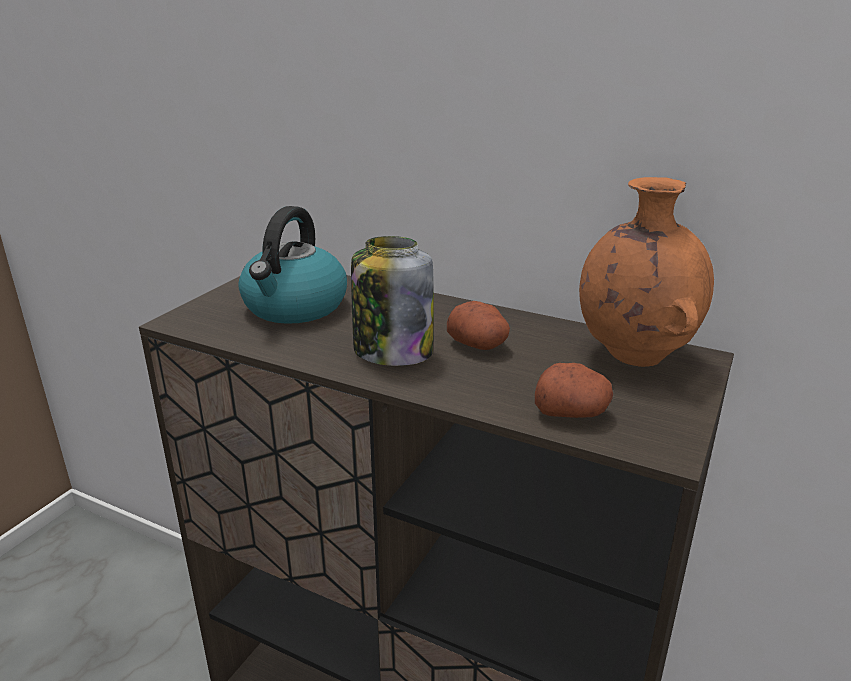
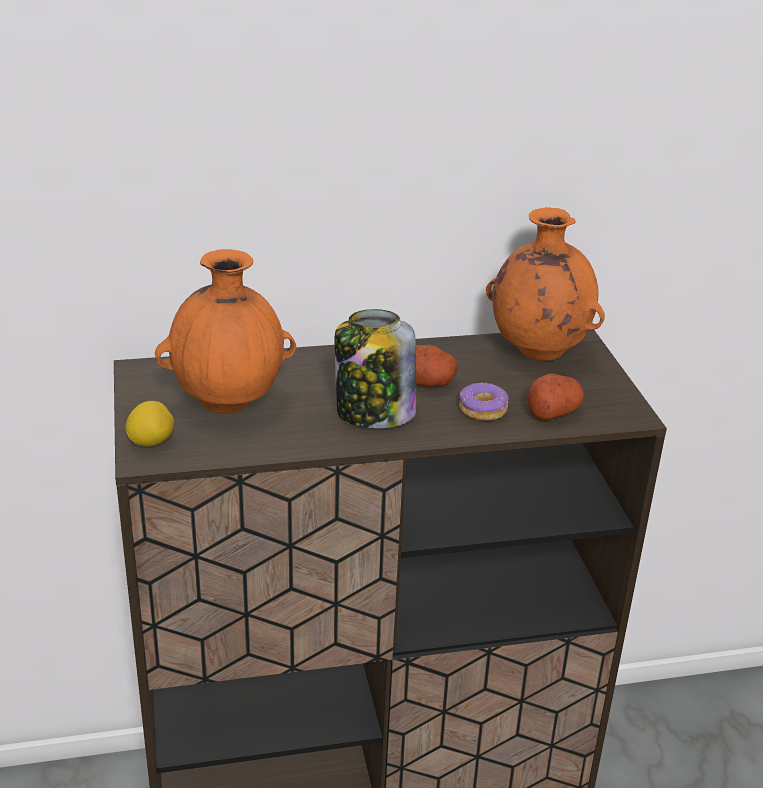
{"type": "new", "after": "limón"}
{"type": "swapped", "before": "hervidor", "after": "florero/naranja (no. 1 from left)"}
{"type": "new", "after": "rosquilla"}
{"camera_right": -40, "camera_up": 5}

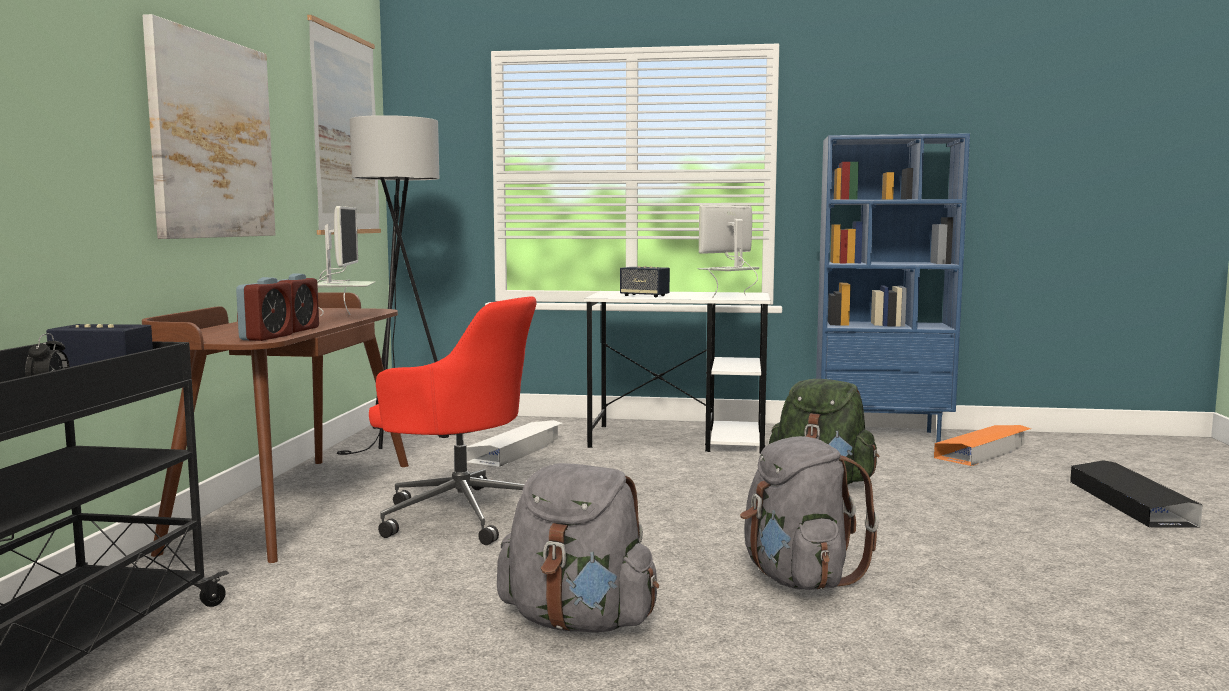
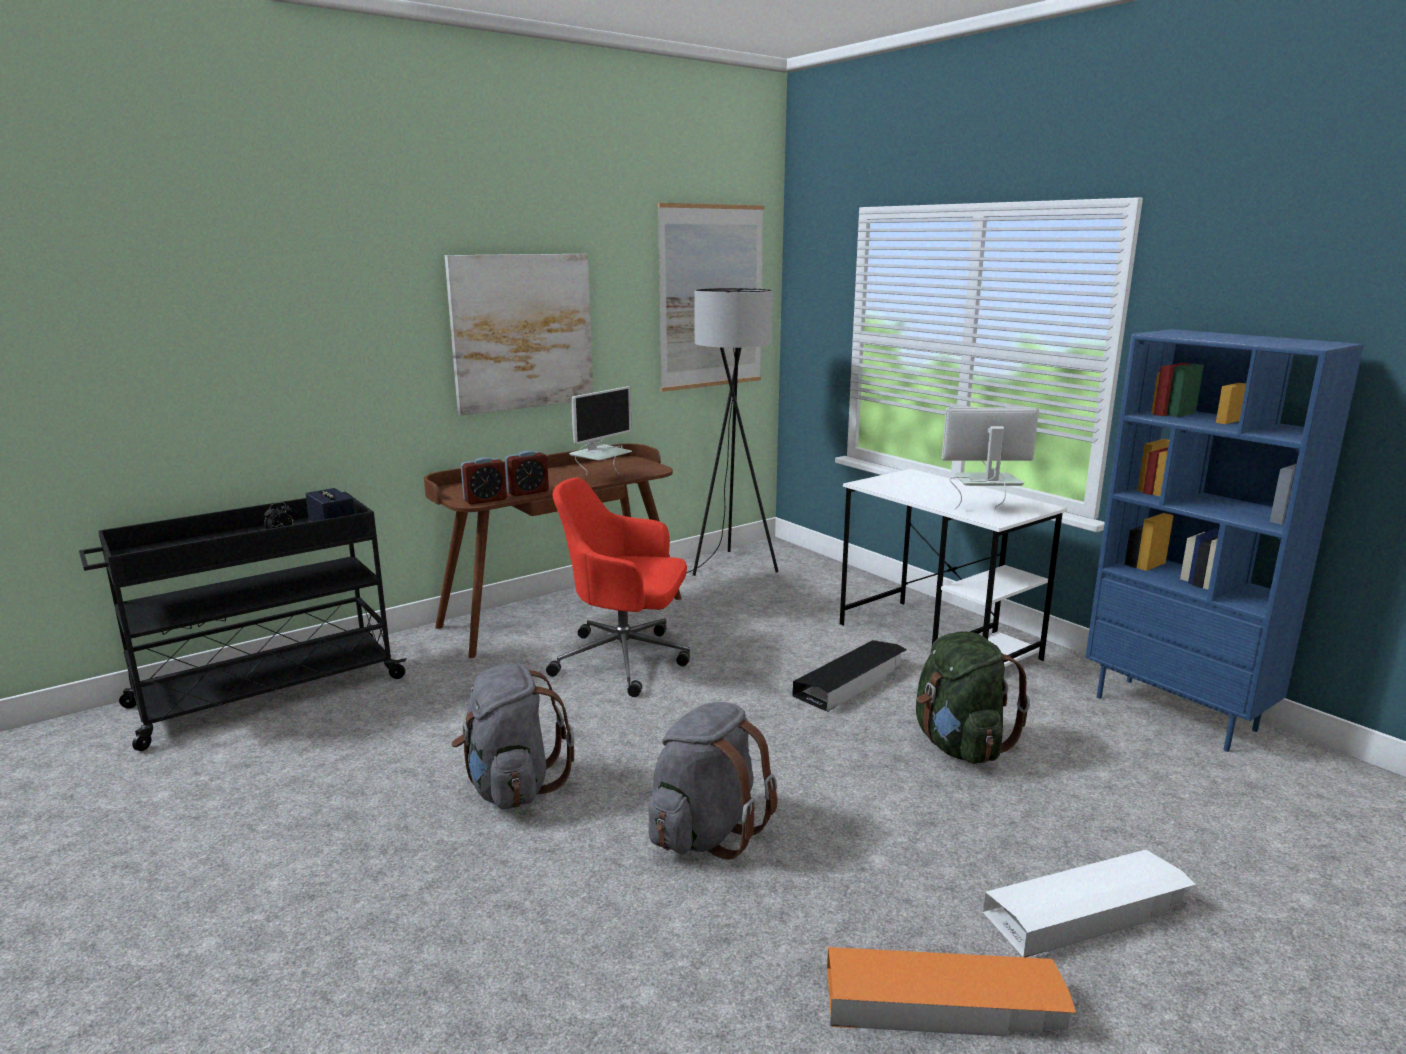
{"type": "rotated", "before": "silla de oficina/rojo", "turn": 120}
{"type": "shifted", "before": "caja de almacenaje/negro"}
{"type": "shifted", "before": "caja de almacenaje/naranja"}
{"type": "shifted", "before": "caja de almacenaje/blanco"}
{"type": "gone", "before": "altavoz (no. 2 from left)"}
{"camera_right": 45, "camera_up": 10}

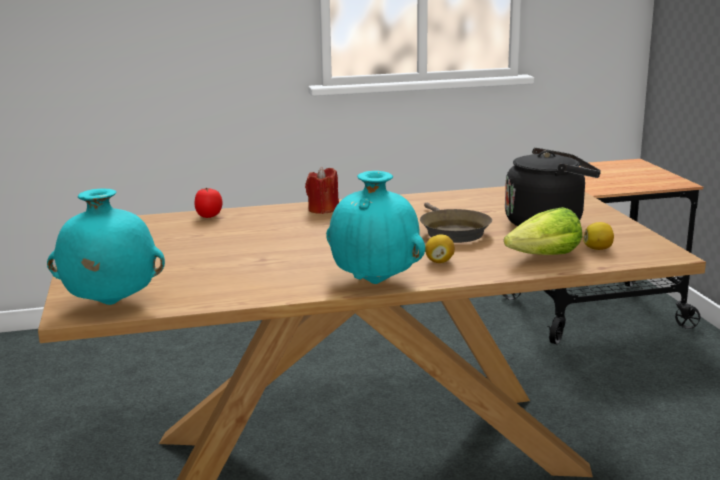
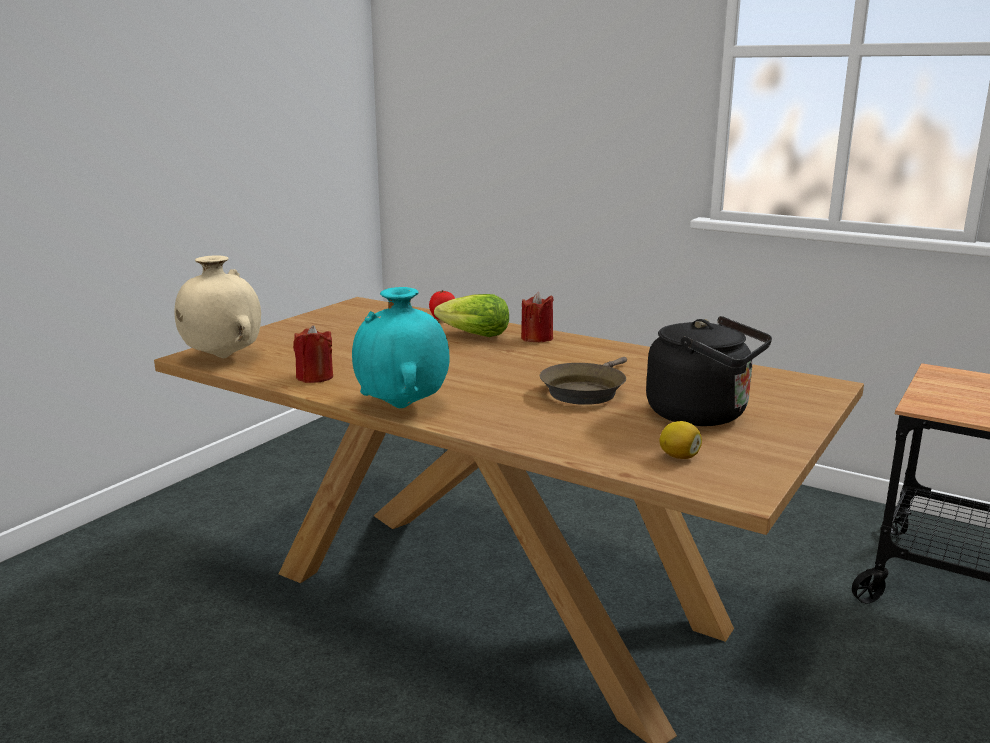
{"type": "repainted", "before": "florero/turquesa (no. 1 from left)", "after": "florero/beis"}
{"type": "new", "after": "vela/rojo (no. 1 from left)"}
{"type": "shifted", "before": "lechuga"}
{"type": "gone", "before": "limón (no. 1 from left)"}
{"camera_right": 45, "camera_up": 0}

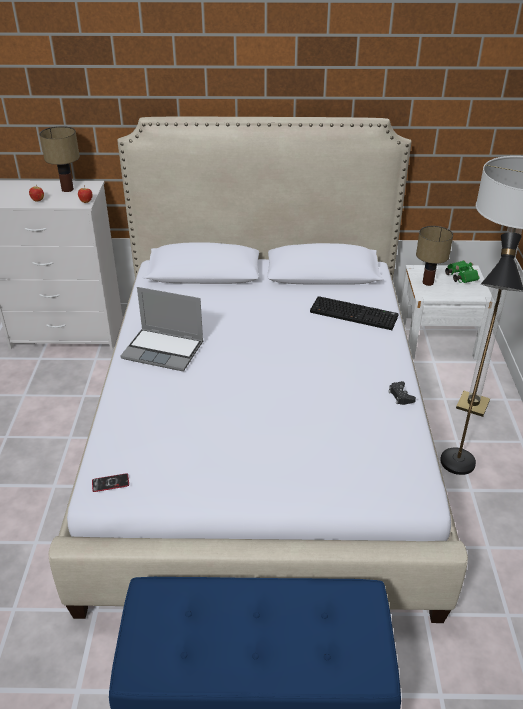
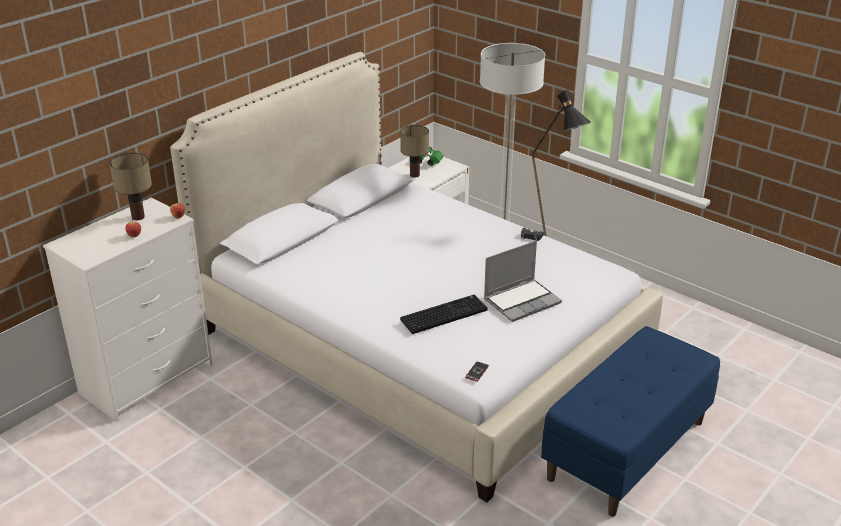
{"type": "shifted", "before": "teclado"}
{"type": "shifted", "before": "portátil"}
{"camera_right": -50, "camera_up": -5}

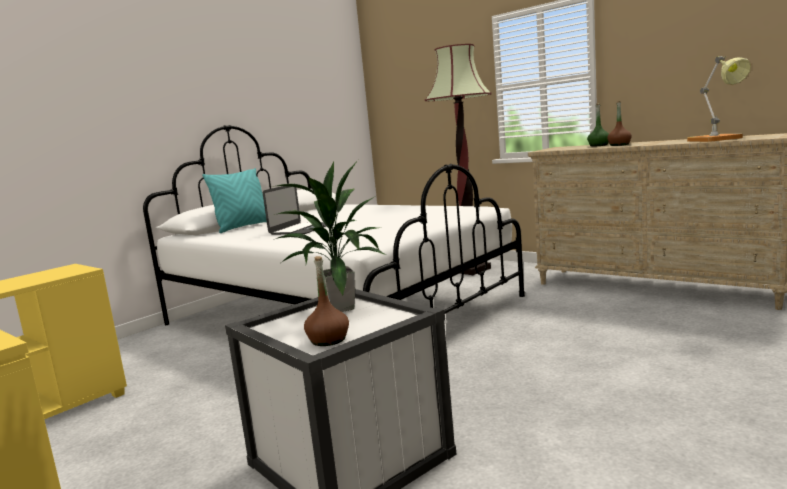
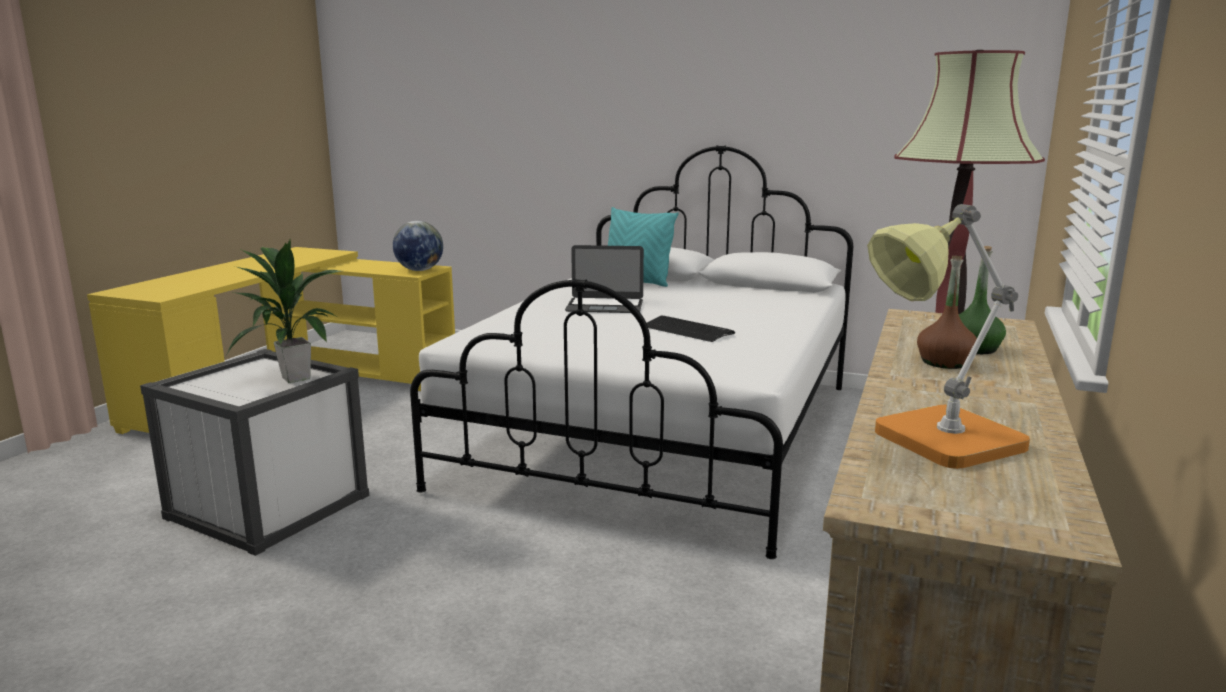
{"type": "new", "after": "globo terráqueo"}
{"type": "new", "after": "teclado"}
{"type": "gone", "before": "botella/marrón (no. 1 from left)"}
{"camera_right": 70, "camera_up": 5}

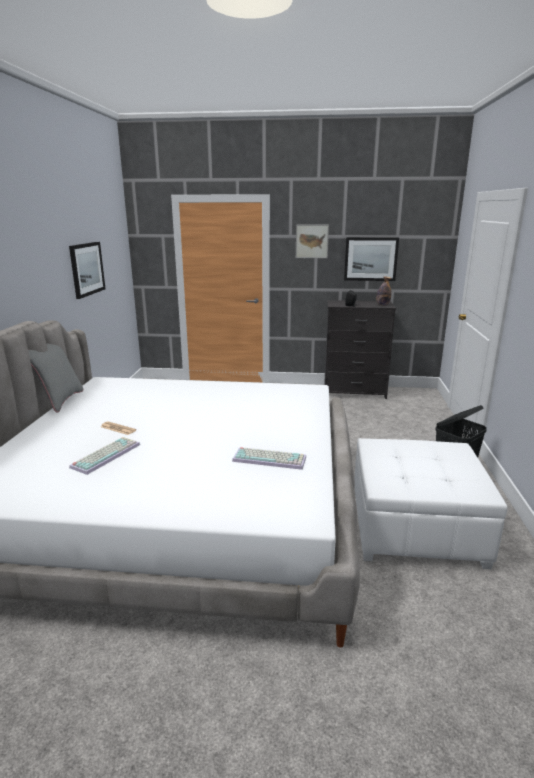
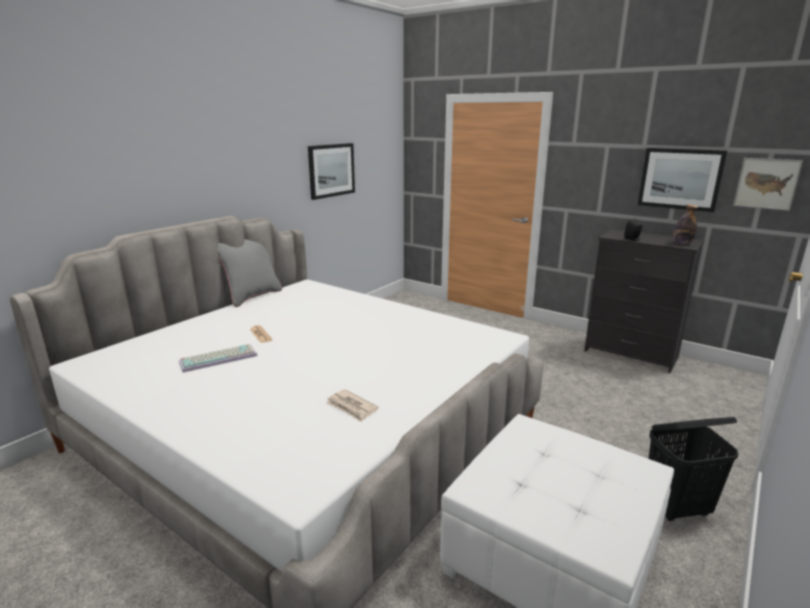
{"type": "swapped", "before": "teclado (no. 2 from left)", "after": "periódico (no. 2 from left)"}
{"type": "shifted", "before": "cuadro (no. 2 from left in the first image)", "after": "cuadro (no. 3 from left)"}
{"camera_right": 30, "camera_up": 0}

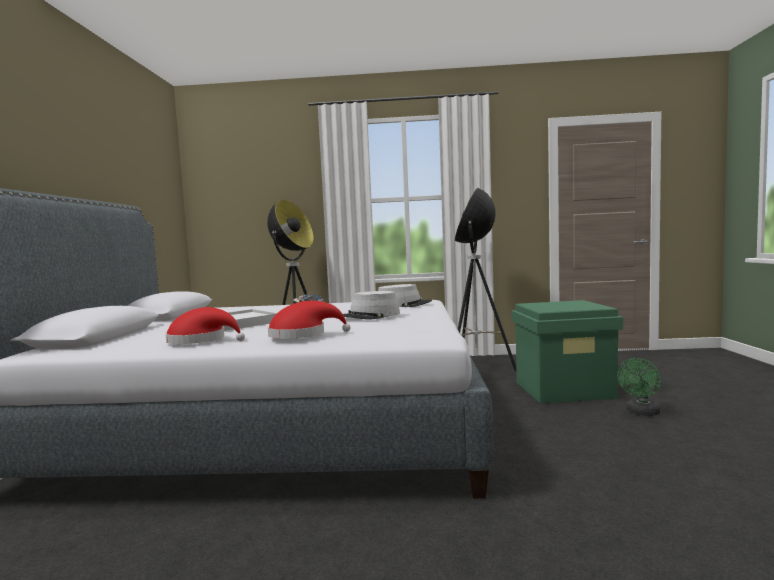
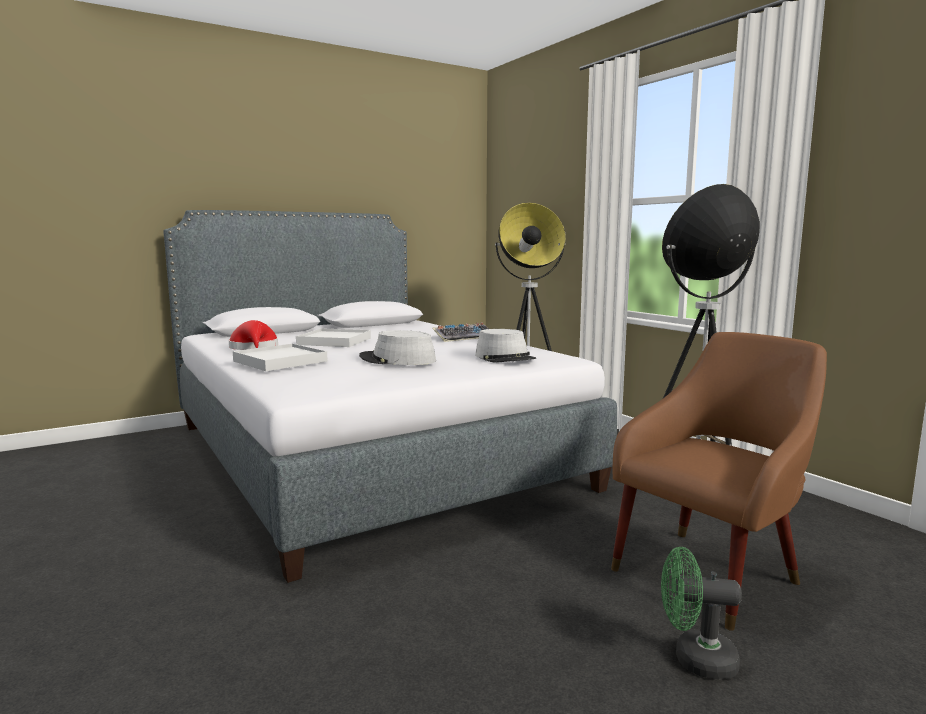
{"type": "swapped", "before": "sombrero/rojo (no. 2 from left)", "after": "bandeja/blanco (no. 1 from left)"}
{"type": "swapped", "before": "caja de almacenaje/verde", "after": "sillón/marrón"}
{"camera_right": 55, "camera_up": 5}

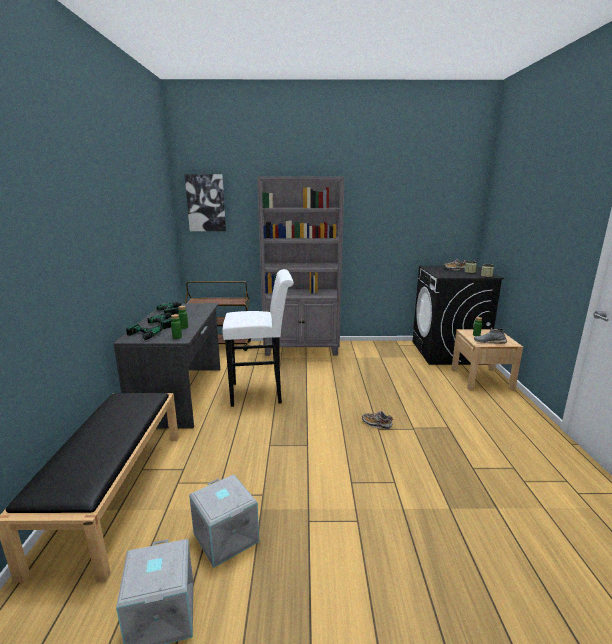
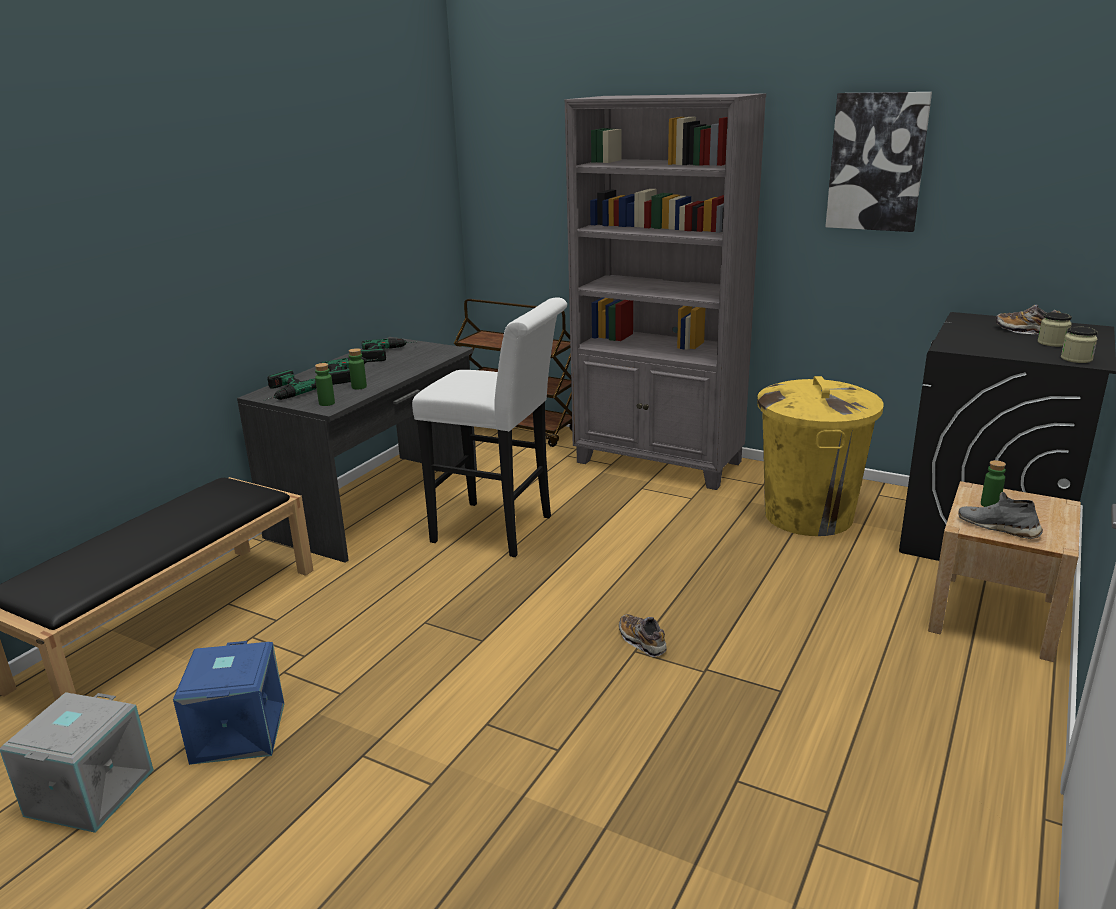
{"type": "repainted", "before": "caja de almacenaje/gris (no. 2 from left)", "after": "caja de almacenaje/azul"}
{"type": "new", "after": "papelera/amarillo"}
{"type": "shifted", "before": "cuadro"}
{"camera_right": 30, "camera_up": 5}

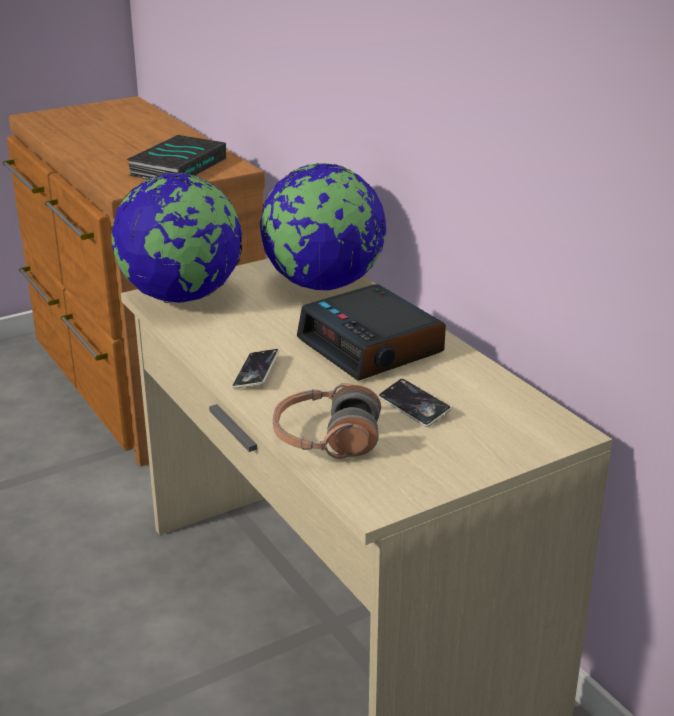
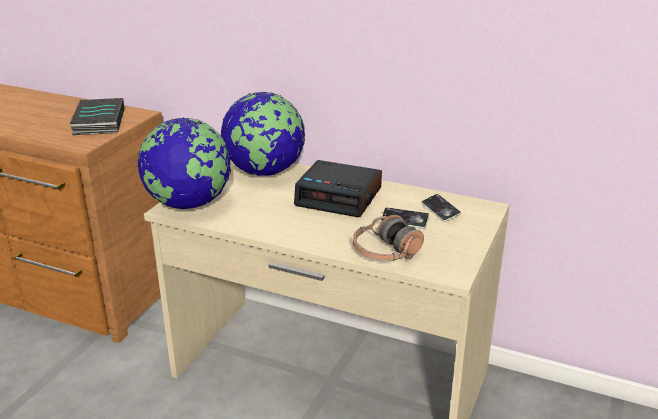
{"type": "shifted", "before": "móvil (no. 1 from left in the first image)", "after": "móvil (no. 2 from left)"}
{"camera_right": -35, "camera_up": 0}

